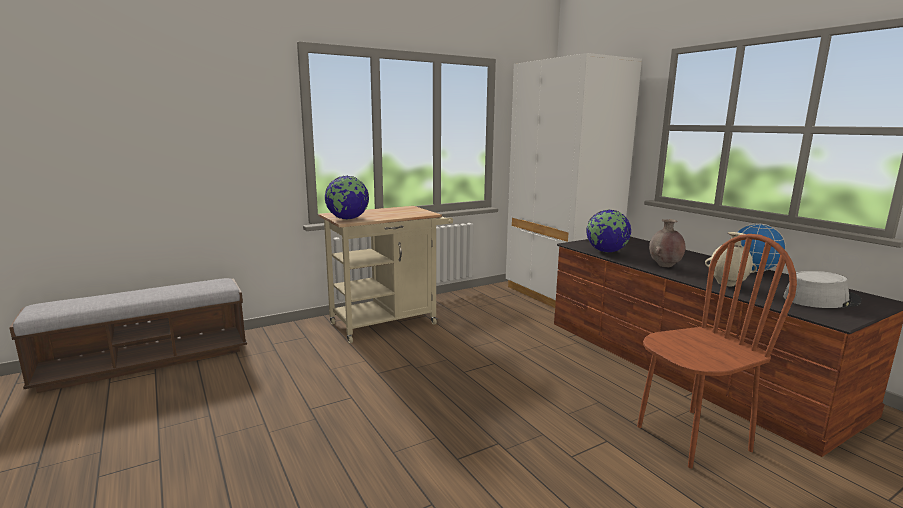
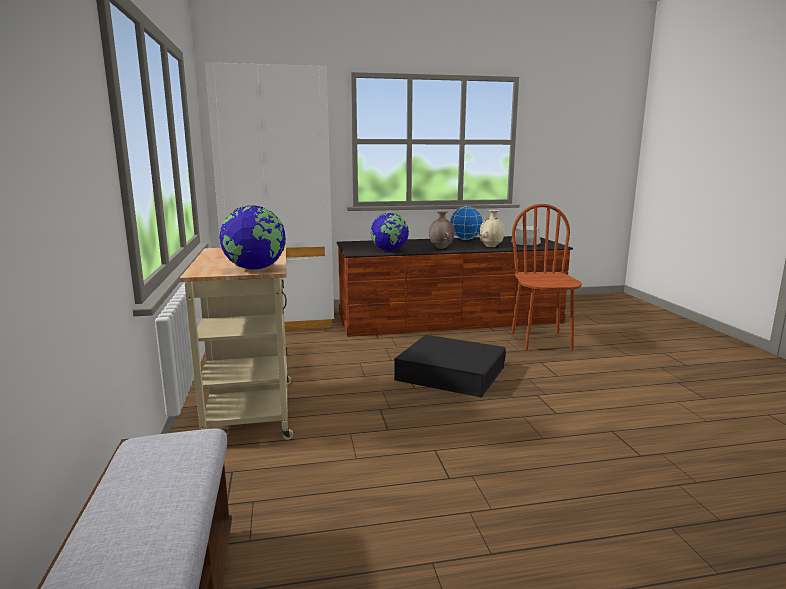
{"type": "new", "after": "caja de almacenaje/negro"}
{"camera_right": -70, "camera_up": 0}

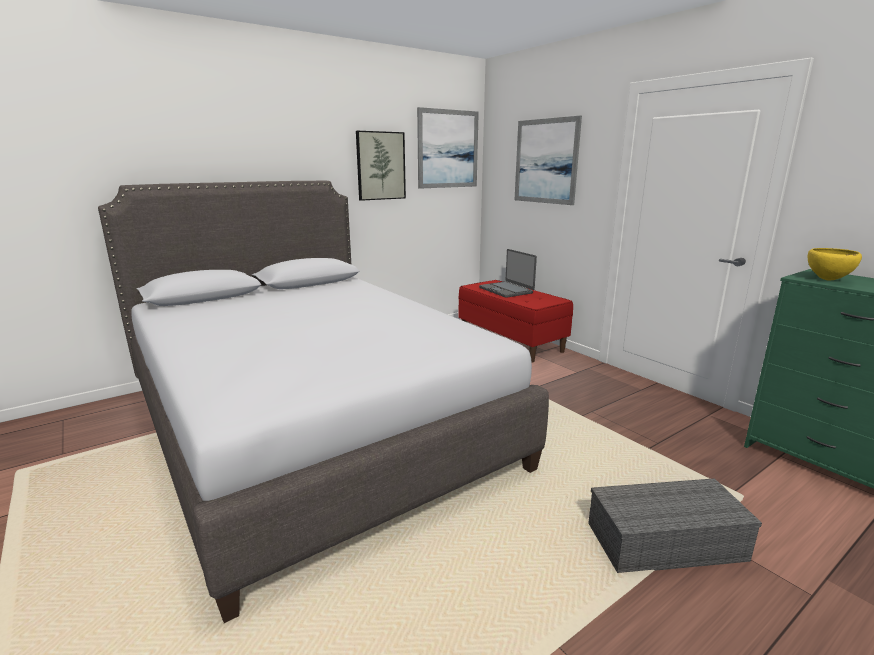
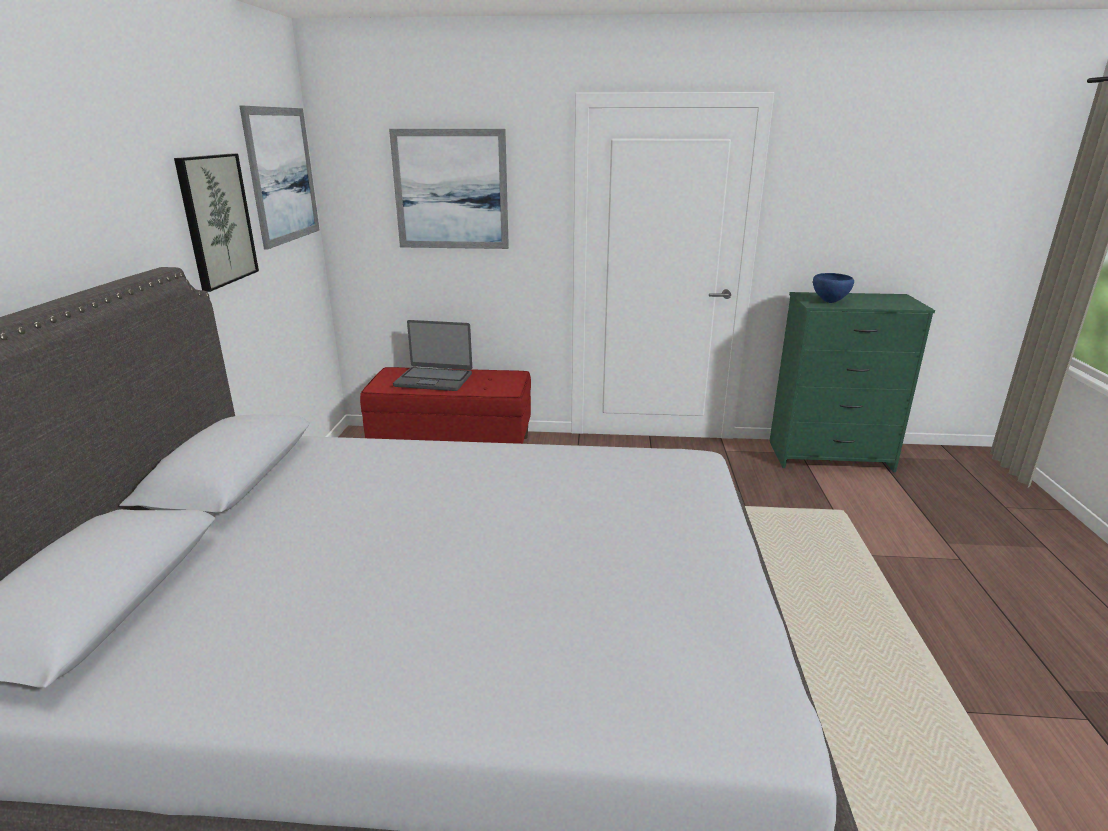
{"type": "repainted", "before": "cuenco/amarillo", "after": "cuenco/azul"}
{"type": "gone", "before": "caja de almacenaje/gris"}
{"camera_right": -50, "camera_up": 5}

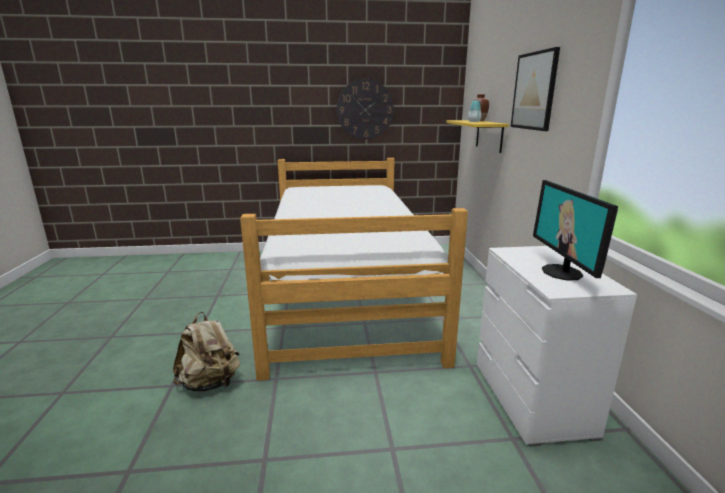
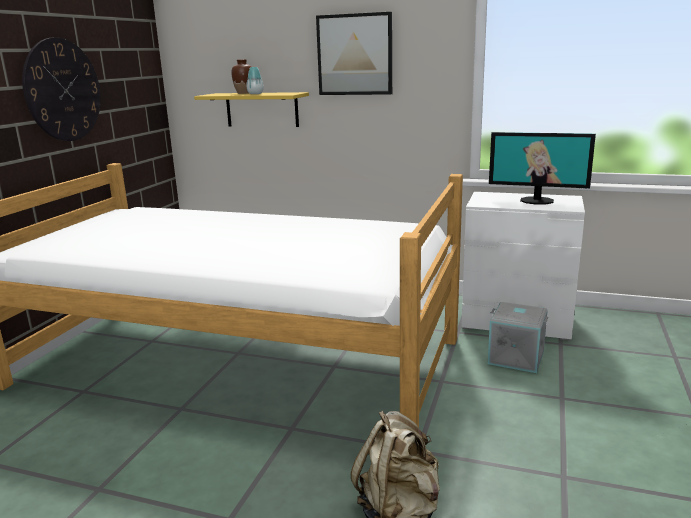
{"type": "new", "after": "caja de almacenaje/gris"}
{"camera_right": -65, "camera_up": 0}

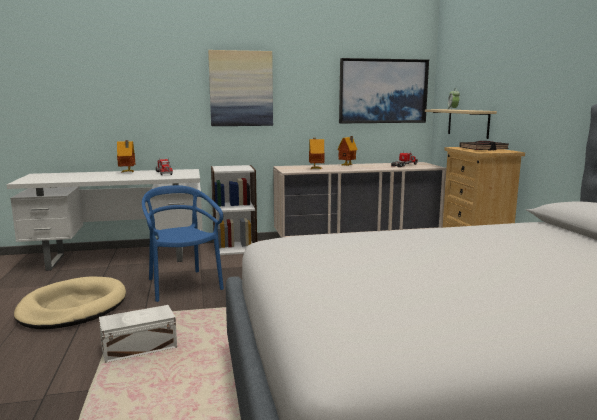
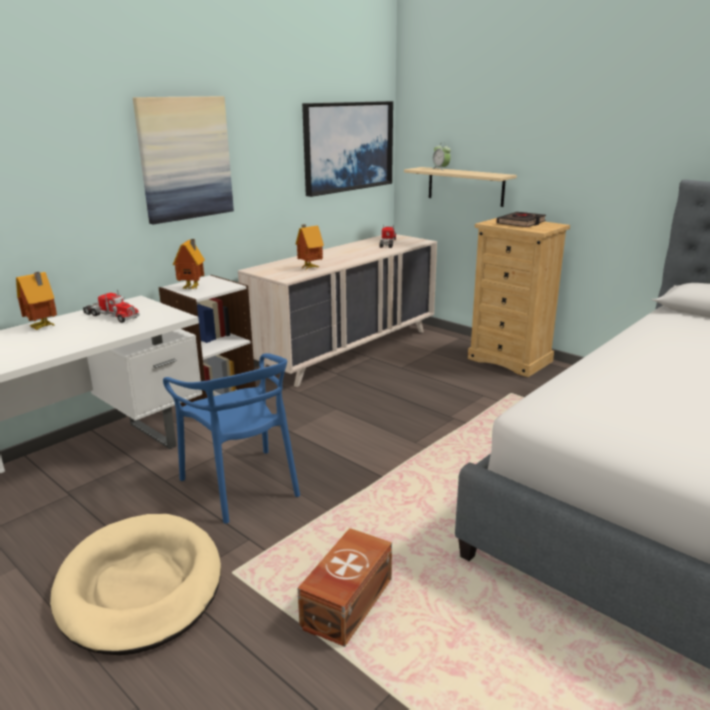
{"type": "rotated", "before": "silla/azul", "turn": -150}
{"type": "shifted", "before": "casita (no. 3 from left in the first image)", "after": "casita (no. 2 from left)"}
{"type": "repainted", "before": "caja de almacenaje/blanco", "after": "caja de almacenaje/marrón"}
{"camera_right": -35, "camera_up": 10}

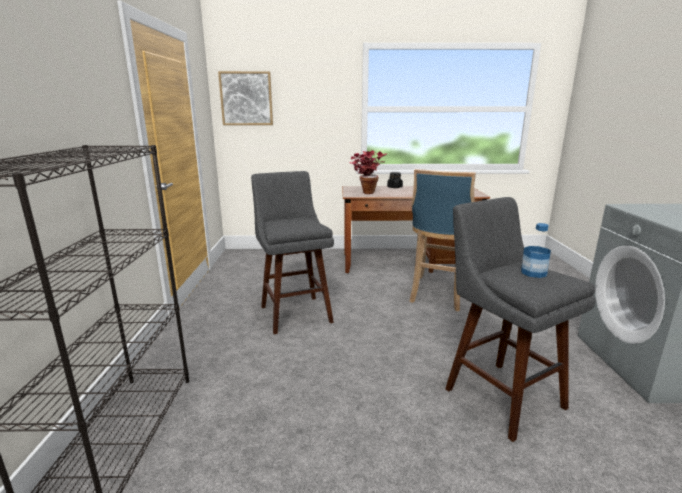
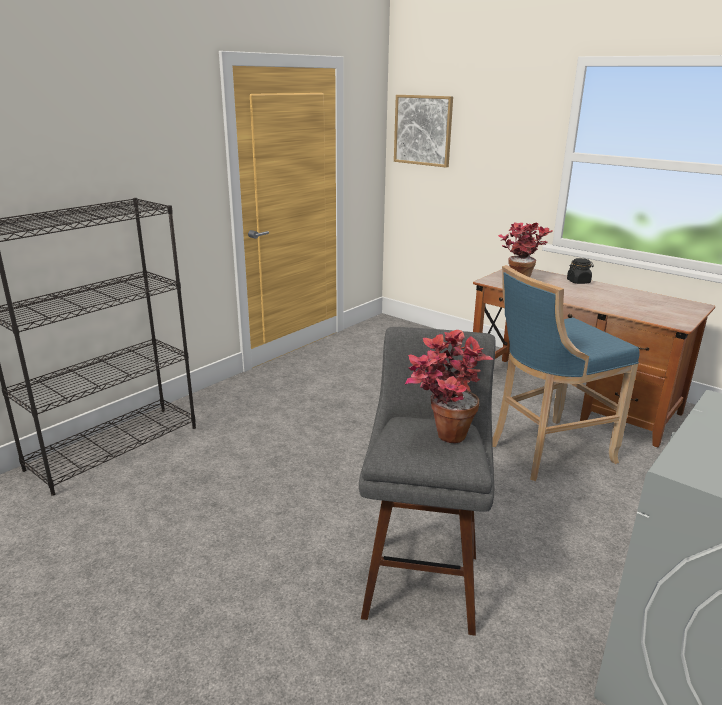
{"type": "swapped", "before": "botella", "after": "planta en maceta (no. 1 from left)"}
{"type": "gone", "before": "taburete/gris (no. 1 from left)"}
{"camera_right": 40, "camera_up": 5}

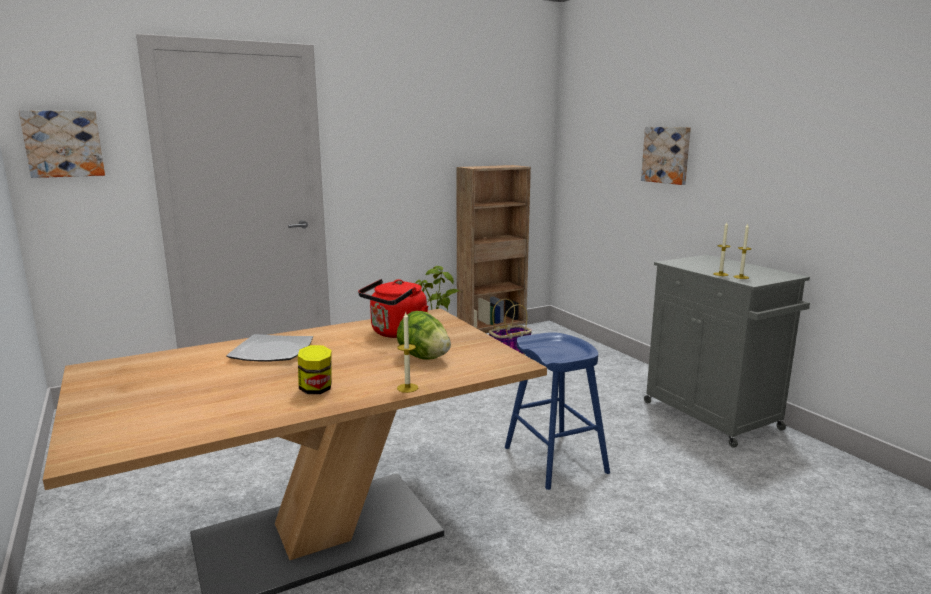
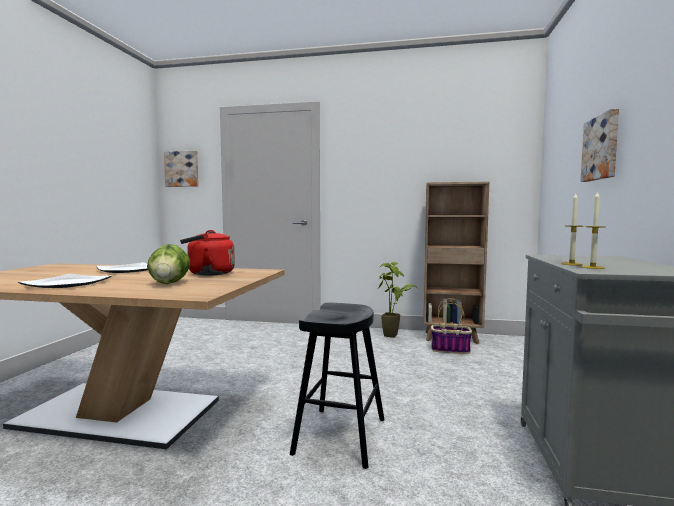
{"type": "swapped", "before": "tarro", "after": "plato (no. 1 from left)"}
{"type": "repainted", "before": "taburete/azul", "after": "taburete/negro"}
{"type": "gone", "before": "vela (no. 1 from left)"}
{"camera_right": 40, "camera_up": -10}

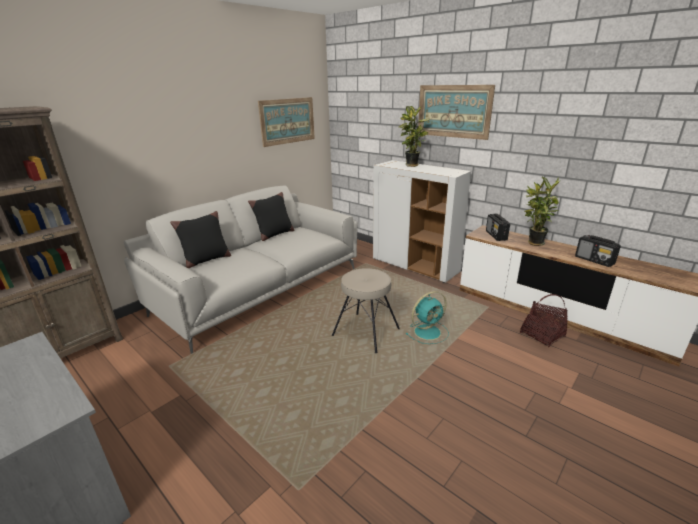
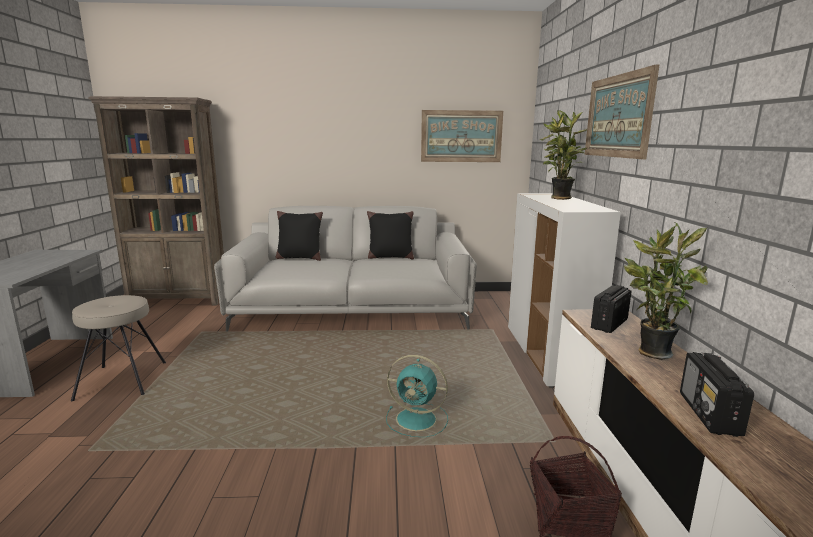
{"type": "shifted", "before": "taburete/beis"}
{"camera_right": 45, "camera_up": -10}

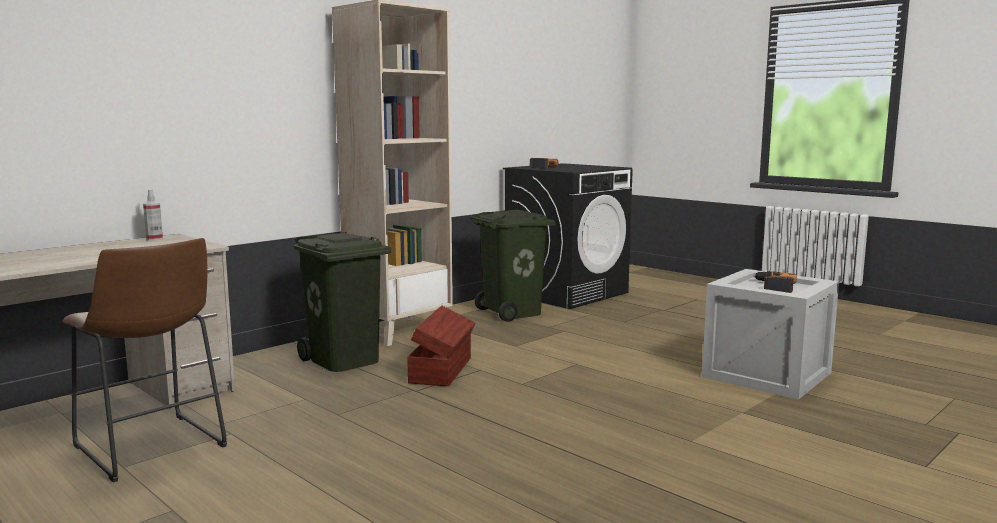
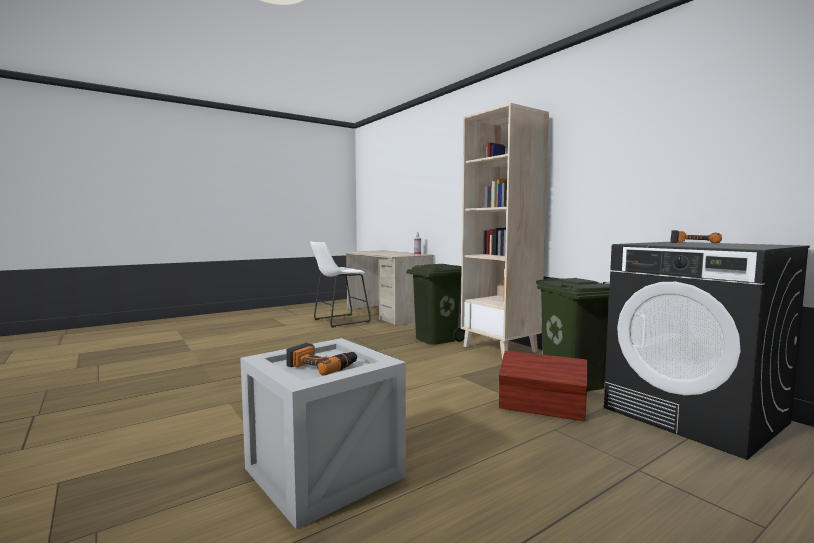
{"type": "repainted", "before": "taburete/marrón", "after": "taburete/blanco"}
{"type": "shifted", "before": "caja de almacenaje/marrón"}
{"camera_right": 100, "camera_up": -5}

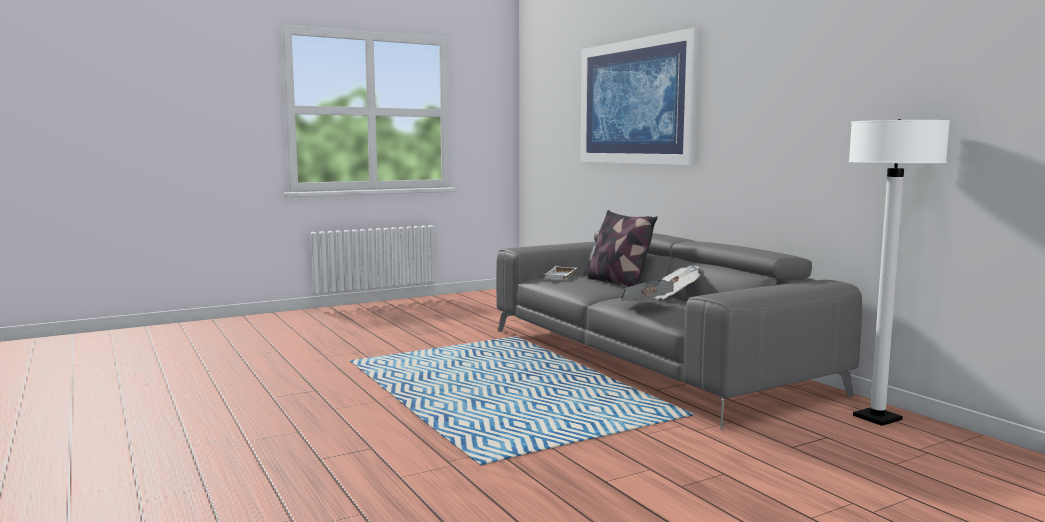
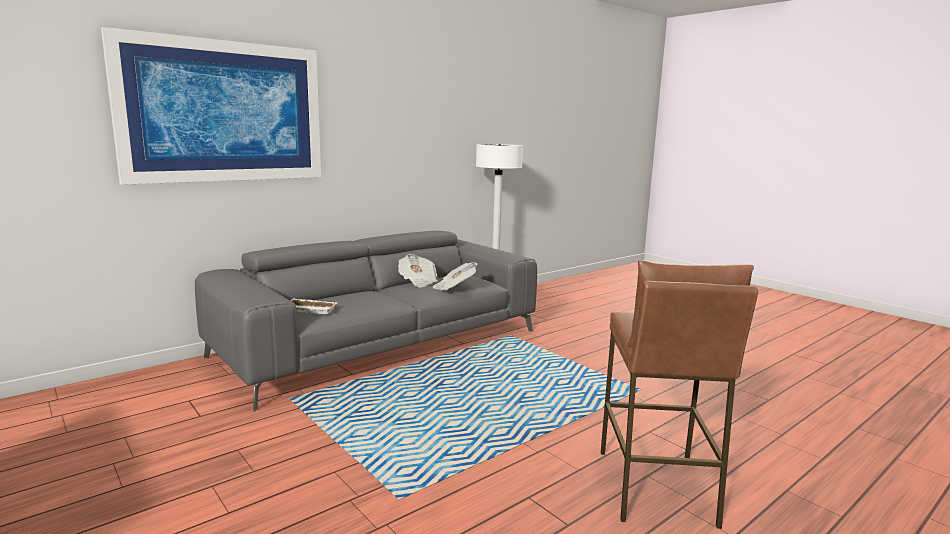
{"type": "new", "after": "taburete/marrón"}
{"type": "gone", "before": "cojín"}
{"camera_right": -100, "camera_up": 5}

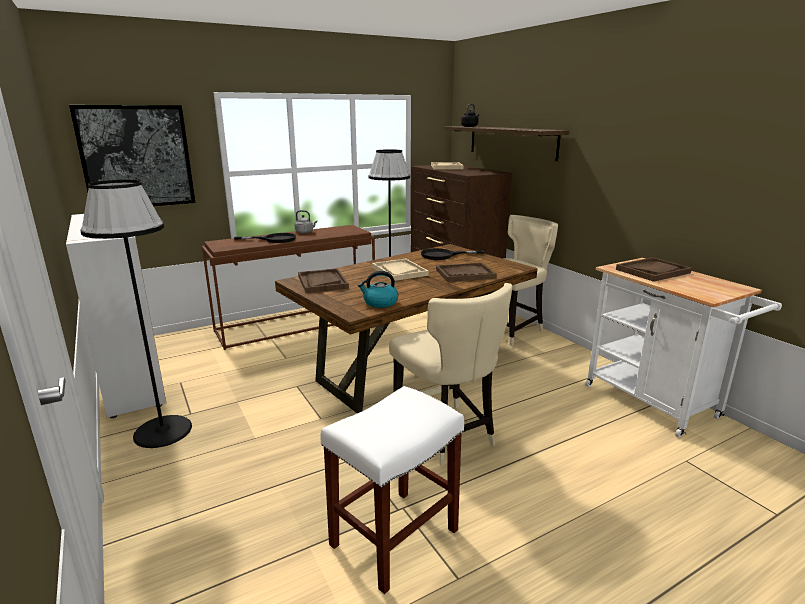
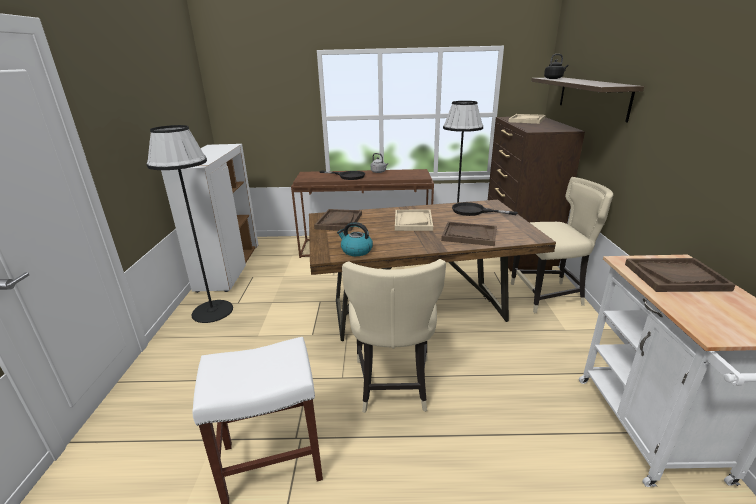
{"type": "gone", "before": "cuadro"}
{"camera_right": 30, "camera_up": 5}

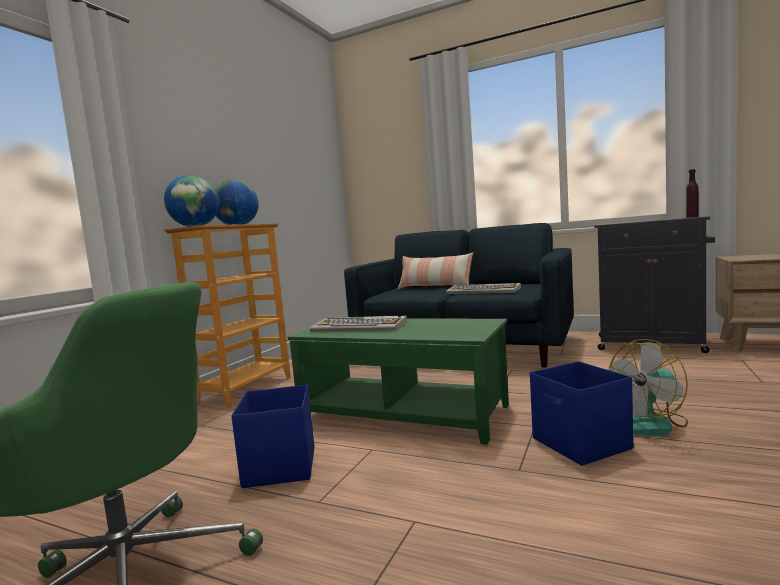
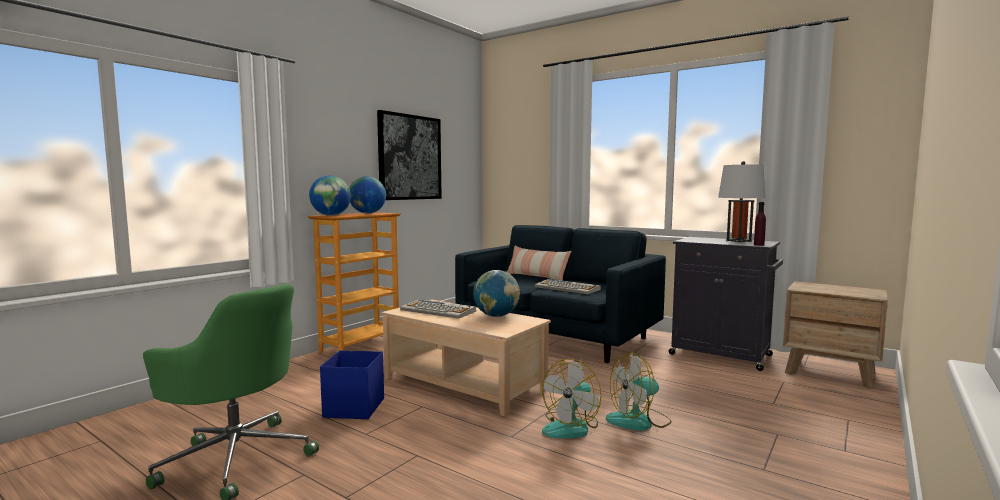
{"type": "new", "after": "cuadro"}
{"type": "repainted", "before": "mesa de centro/verde", "after": "mesa de centro/beis"}
{"type": "new", "after": "globo terráqueo (no. 3 from left)"}
{"type": "swapped", "before": "caja de almacenaje/azul (no. 2 from left)", "after": "ventilador (no. 1 from left)"}
{"type": "new", "after": "lámpara de mesa/gris"}
{"camera_right": 10, "camera_up": 0}

